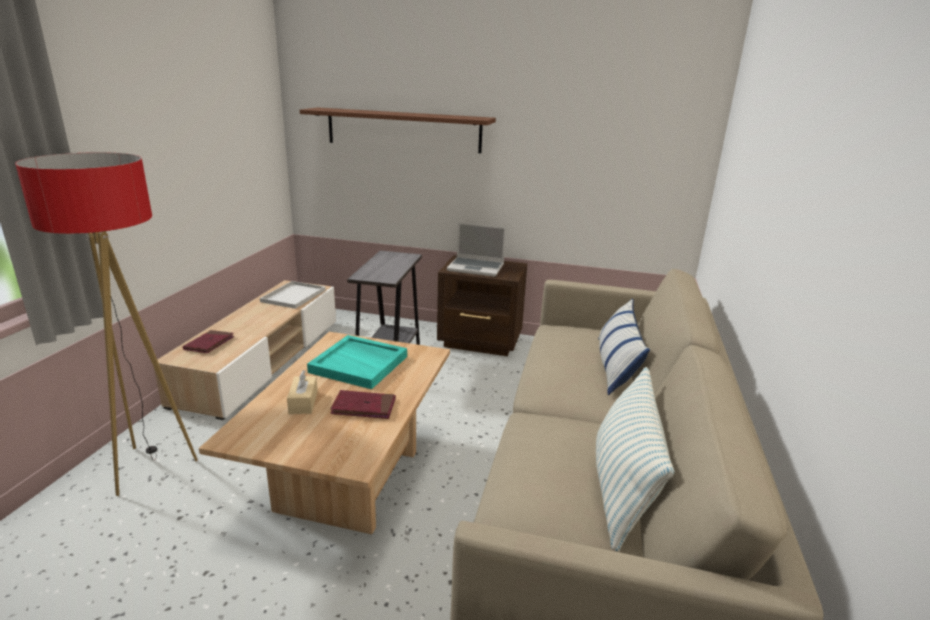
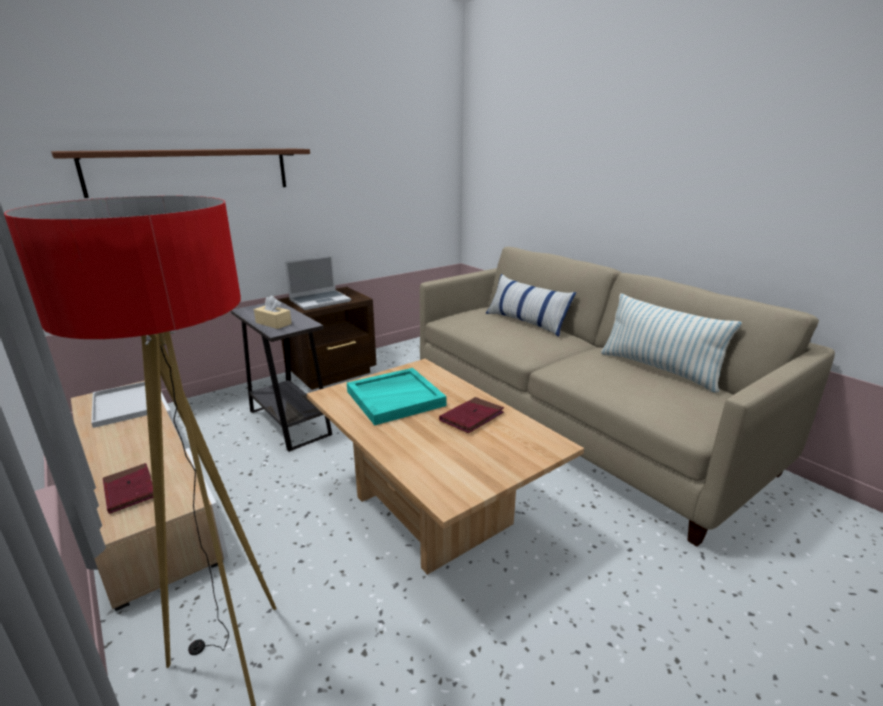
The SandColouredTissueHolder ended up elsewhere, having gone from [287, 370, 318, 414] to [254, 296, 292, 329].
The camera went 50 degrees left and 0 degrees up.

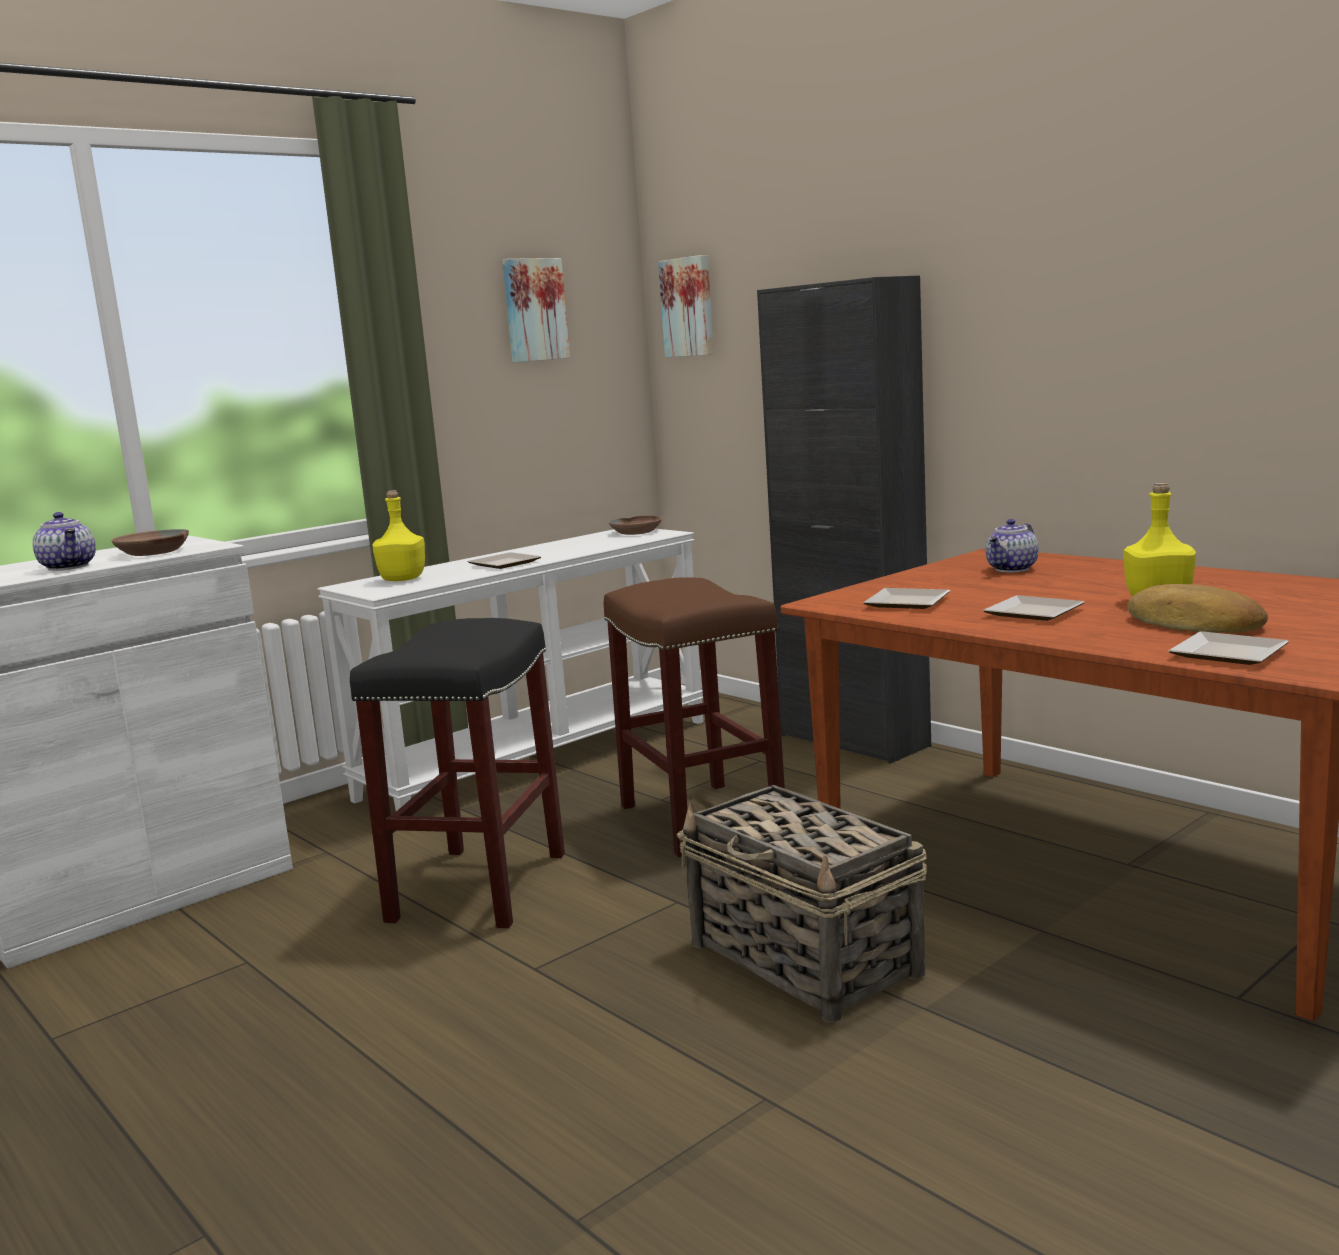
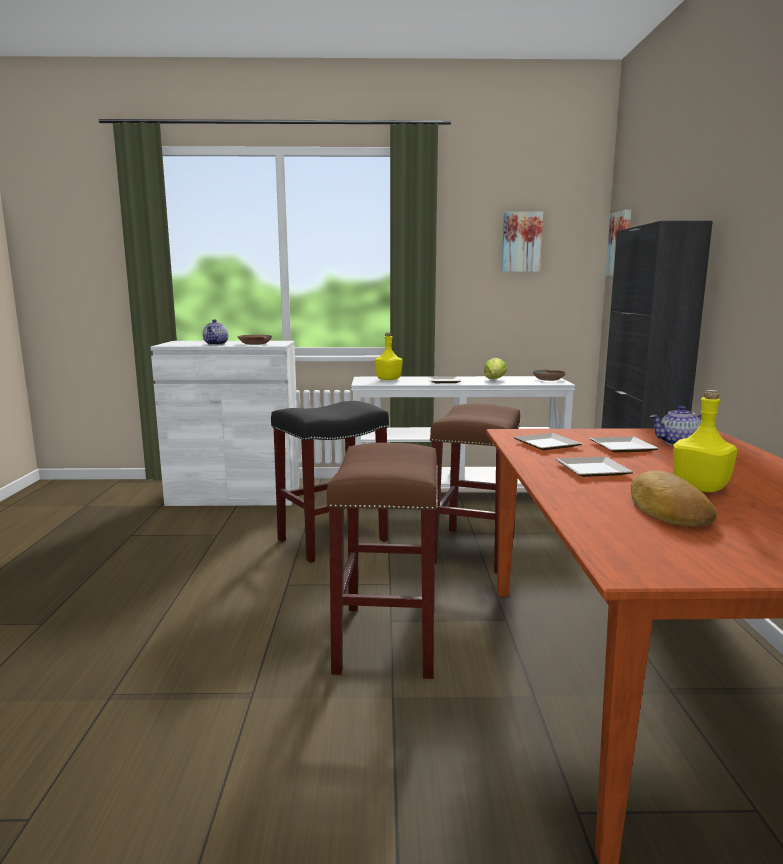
The Plate ended up elsewhere, having gone from [1168, 631, 1289, 665] to [589, 436, 659, 453].
Where the StorageBasket stood at [677, 785, 927, 1023], the BrownishSittingStool came to stand at [326, 443, 438, 679].
The second view gained the LettuceHead at [484, 358, 508, 379].
The camera went 40 degrees right and 0 degrees up.

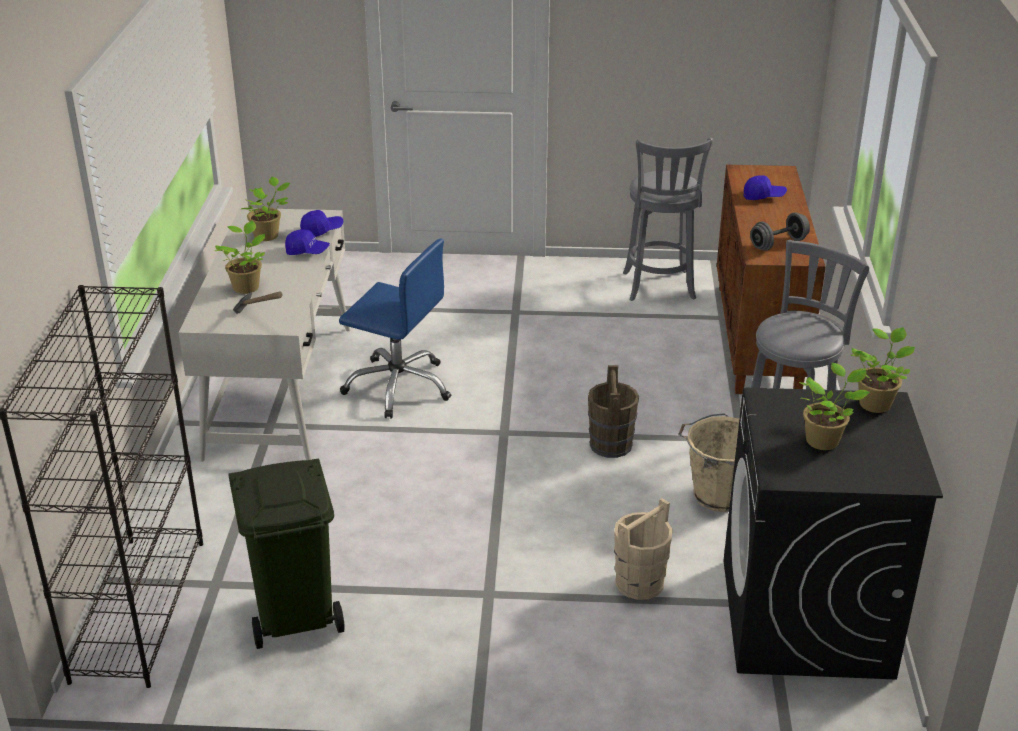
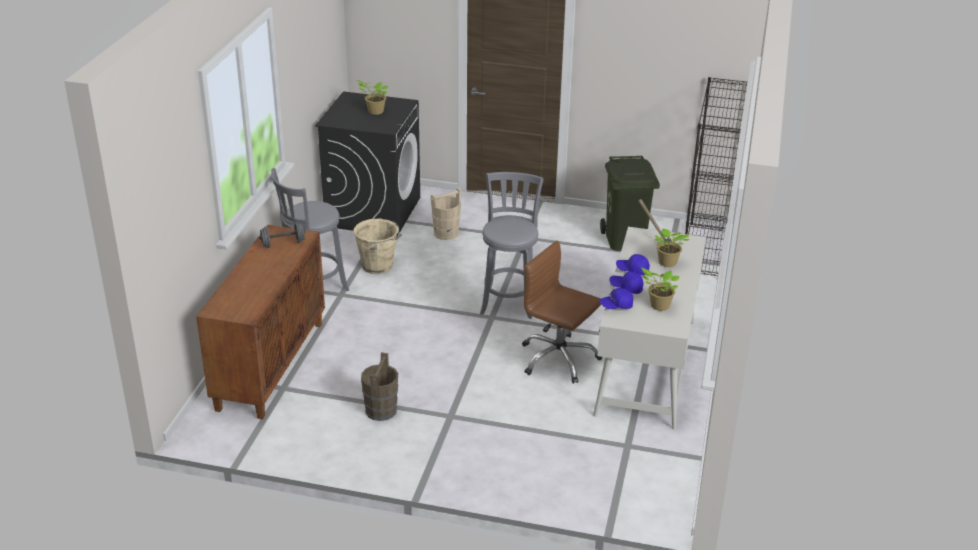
The GraySittingStool ended up elsewhere, having gone from [623, 137, 713, 301] to [480, 172, 544, 319].
The BlueColouredPeakedCap ended up elsewhere, having gone from [744, 175, 787, 200] to [616, 254, 650, 275].
What was the BlueColouredDeskChair at [339, 239, 451, 419] turned into the BrownishDeskChair at [522, 241, 602, 384].
The second view lost the PottedPlant at [851, 327, 915, 413].
The BrownishWaterBucket ended up elsewhere, having gone from [588, 365, 639, 458] to [361, 352, 398, 421].
The camera went 170 degrees left and 0 degrees up.

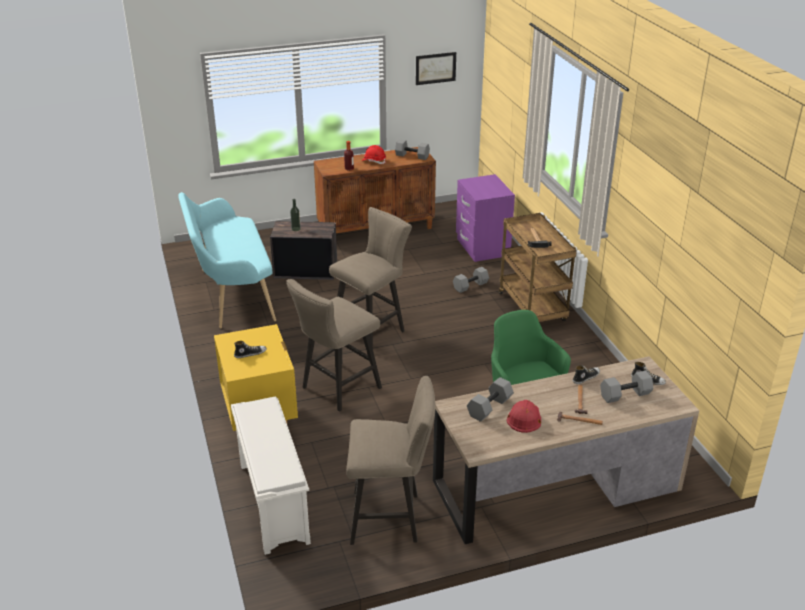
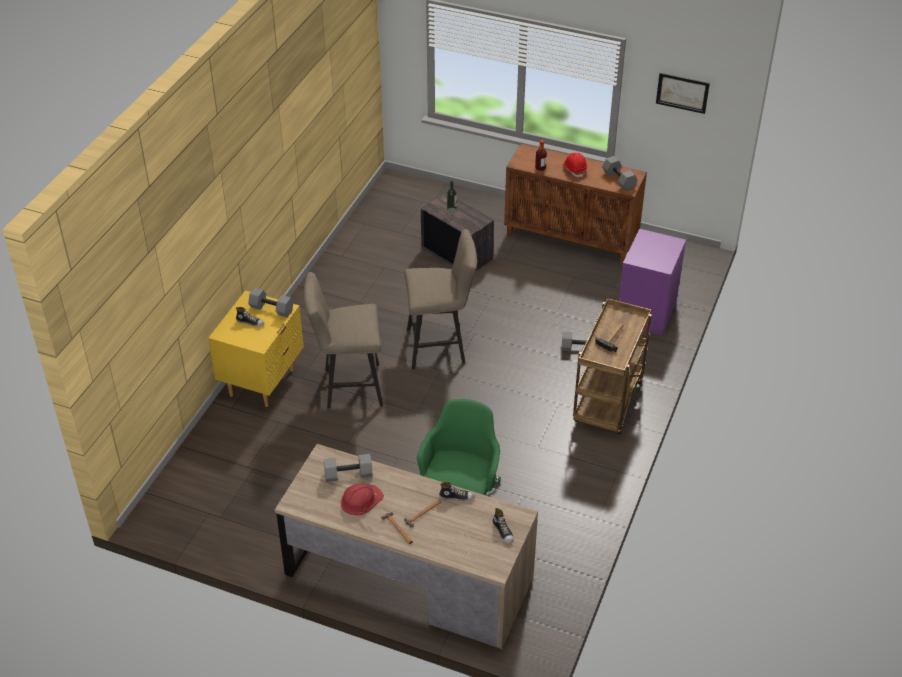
The second view lost the BlueGreenLongSeat at [178, 192, 276, 329].
The GrayFreeWeight ended up elsewhere, having gone from [600, 370, 653, 403] to [248, 288, 294, 317].
The second view lost the SandColouredSittingStool at [346, 376, 435, 545].
The second view lost the WhiteShoeShelf at [231, 397, 311, 555].
The camera went 40 degrees right and 10 degrees up.

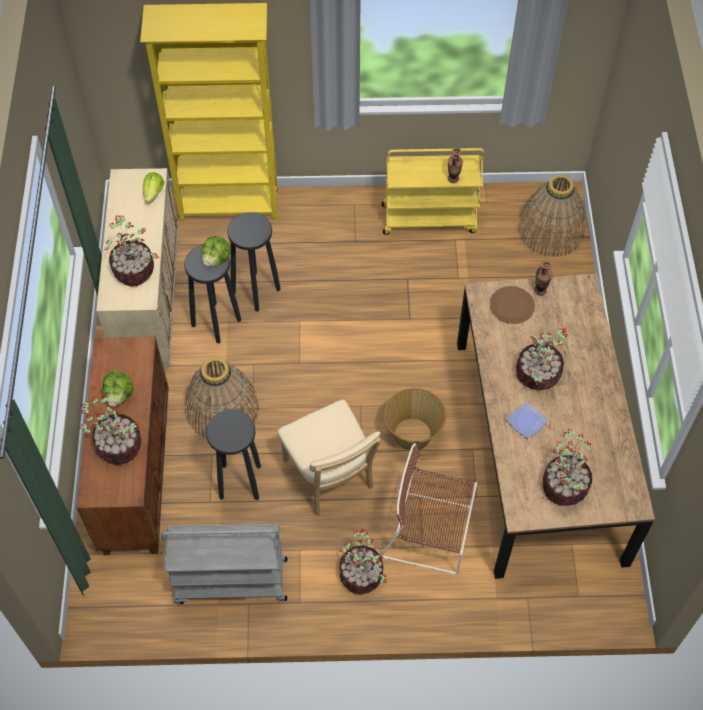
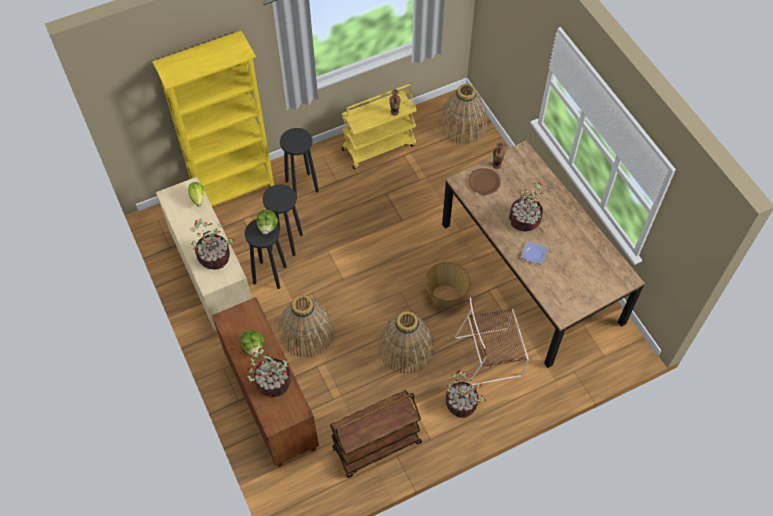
Where the SandColouredPlainChair stood at [278, 400, 382, 515], the StorageBasket came to stand at [379, 311, 434, 374].
The BlackSittingStool ended up elsewhere, having gone from [206, 409, 261, 500] to [280, 128, 319, 198].
The second view lost the PottedPlant at [543, 429, 592, 506].
What was the GrayWheeledCart at [161, 524, 287, 604] turned into the BrownishWheeledCart at [330, 390, 422, 478].
The camera went 25 degrees left and 0 degrees up.

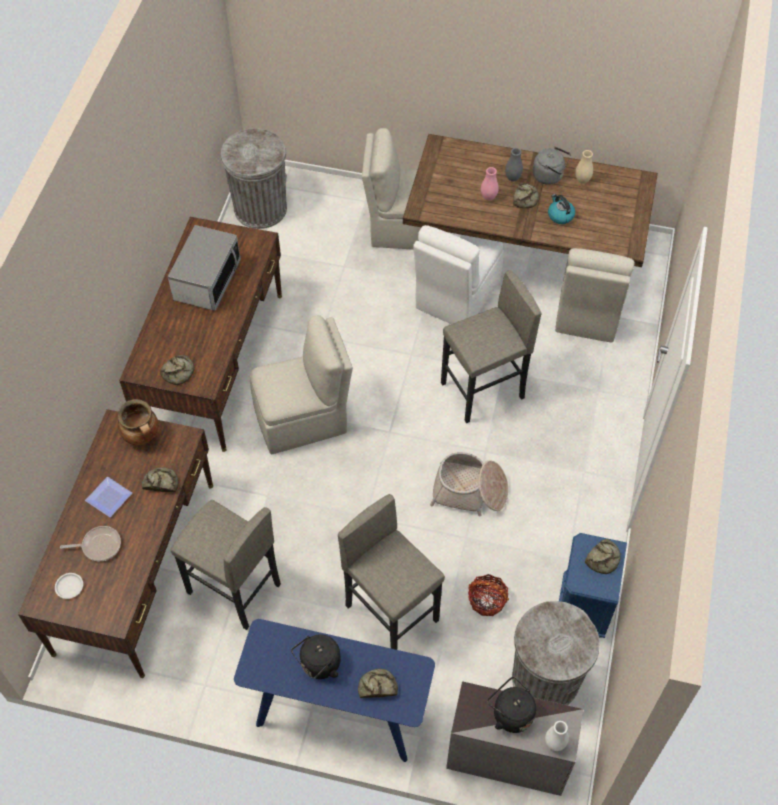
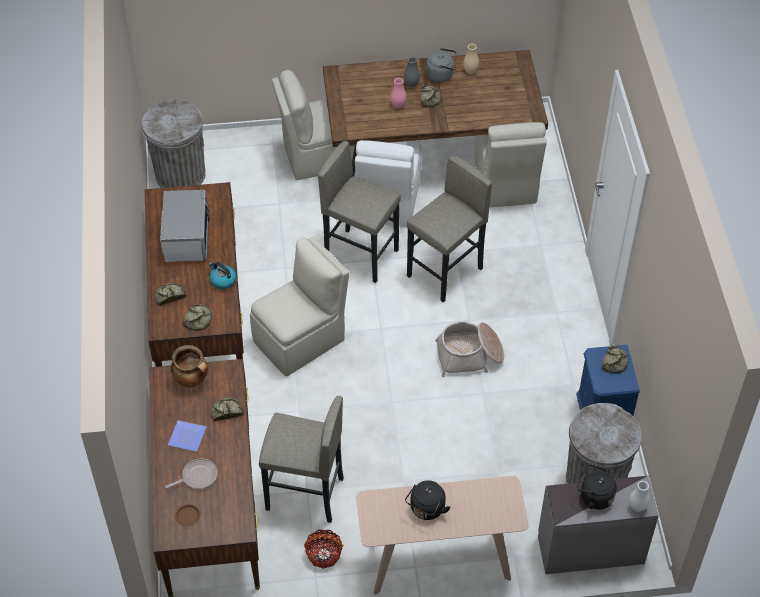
The TeaKettle ended up elsewhere, having gone from [548, 194, 575, 224] to [209, 262, 236, 289].
The GraySittingStool ended up elsewhere, having gone from [338, 494, 445, 650] to [318, 141, 401, 283].
What was the WhitePlate at [55, 573, 83, 599] turned into the BrownishPlate at [175, 504, 201, 527].
The StorageBasket ended up elsewhere, having gone from [468, 574, 509, 616] to [304, 529, 344, 569].
What was the BlueColouredConsoleTable at [234, 619, 435, 762] turned into the SandColouredConsoleTable at [356, 476, 528, 595].
The BakedBread ended up elsewhere, having gone from [358, 669, 398, 698] to [155, 283, 186, 306].
The camera went 20 degrees left and 5 degrees down.

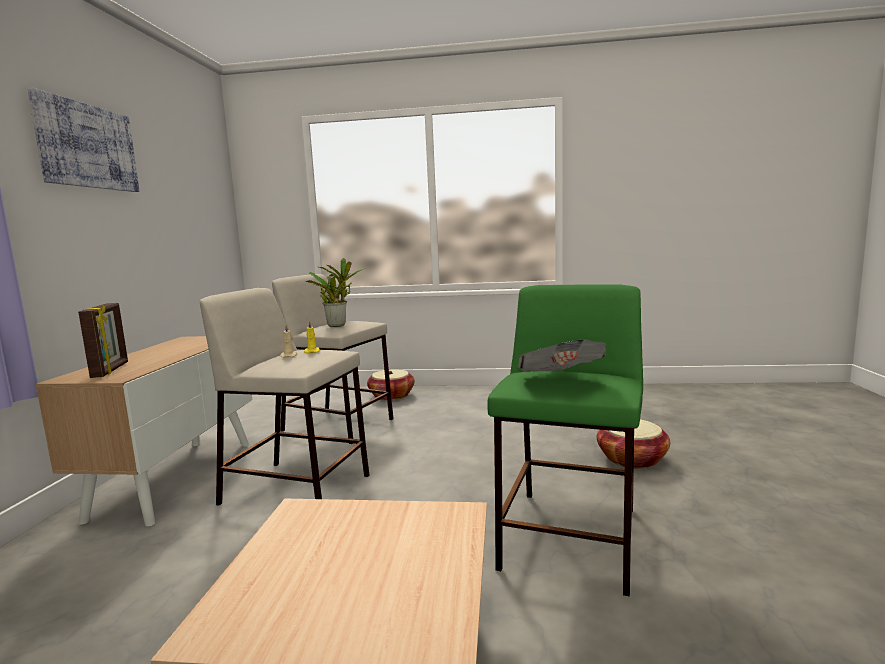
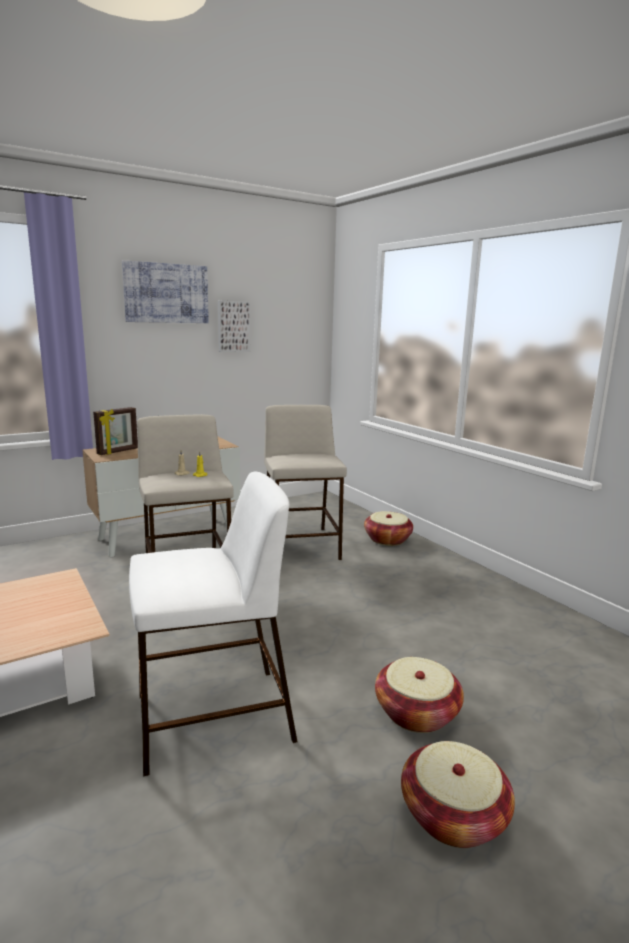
The second view lost the PottedPlant at [306, 258, 366, 327].
What was the GreenColouredSittingStool at [488, 284, 643, 596] turned into the WhiteSittingStool at [129, 472, 297, 776].
The second view lost the DailyPaper at [518, 339, 606, 372].
The second view gained the WallPicture at [218, 301, 250, 352].
The second view gained the StorageBasket at [401, 741, 515, 848].
The camera went 50 degrees right and 5 degrees up.

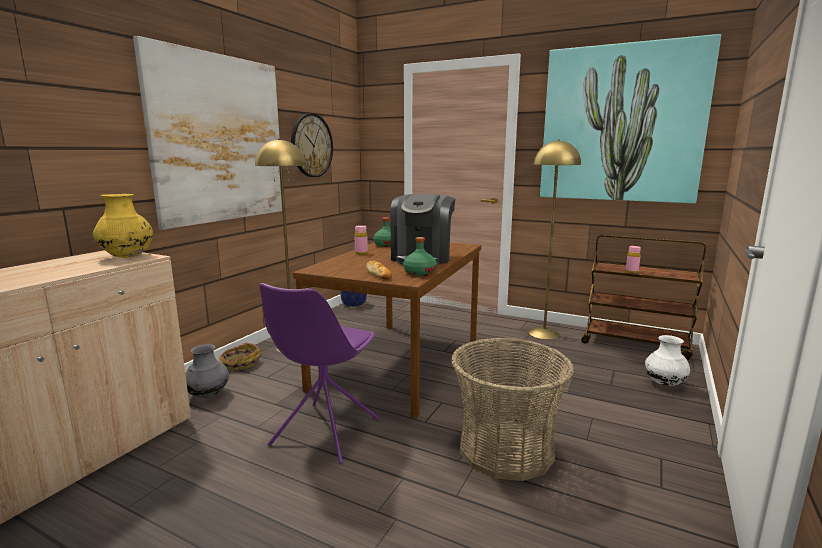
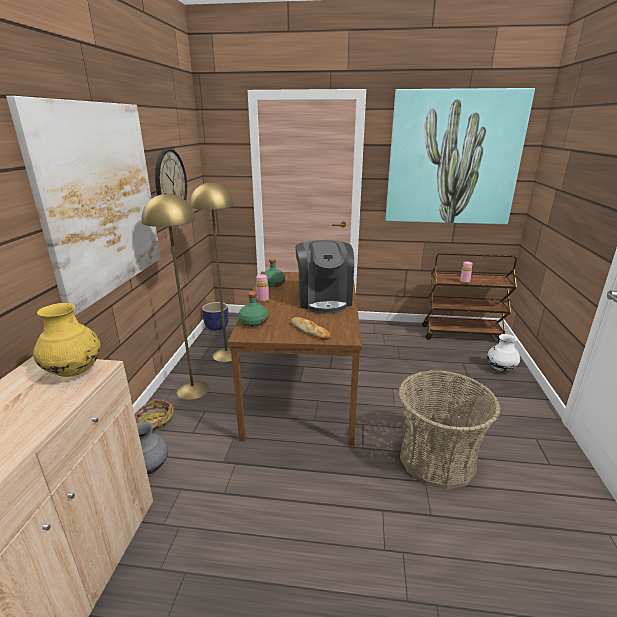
The YellowColouredStandardLamp ended up elsewhere, having gone from [529, 139, 581, 339] to [190, 181, 240, 362].
The GreenColouredBeverageBottle ended up elsewhere, having gone from [403, 237, 437, 276] to [238, 291, 269, 327].
The second view lost the PurpleColouredPlainChair at [260, 283, 379, 464].
The camera went 20 degrees left and 10 degrees up.

